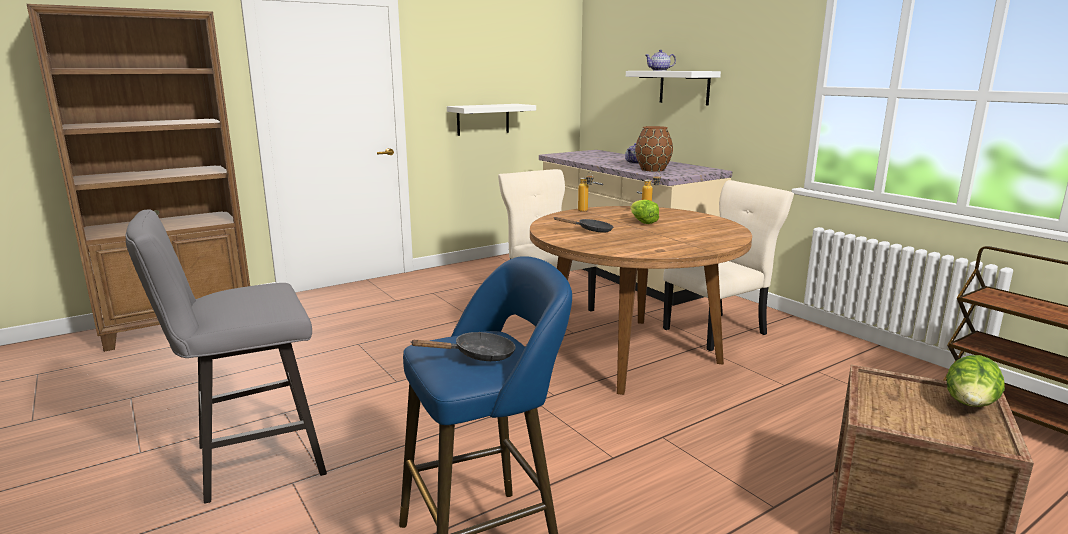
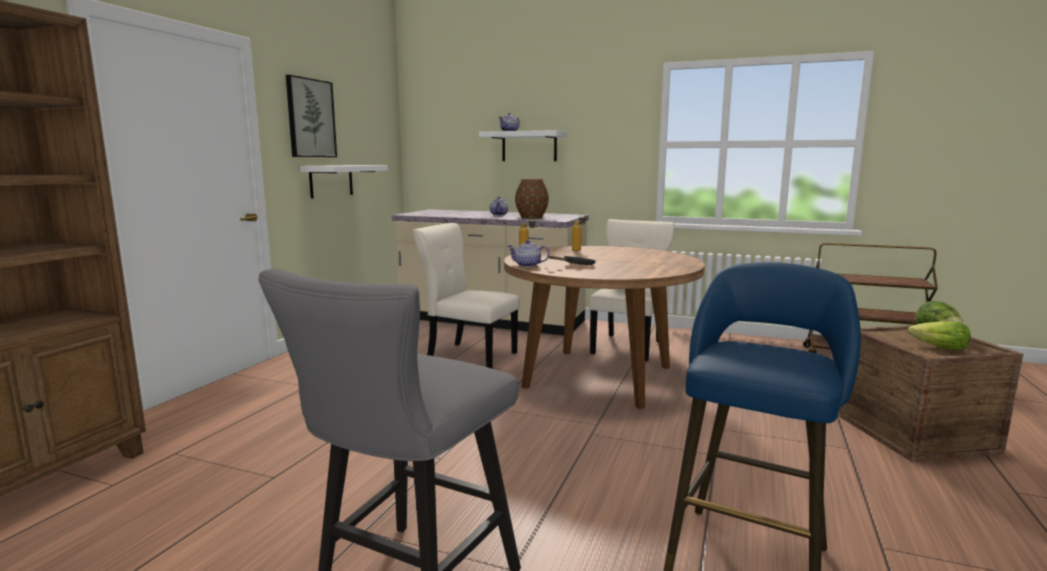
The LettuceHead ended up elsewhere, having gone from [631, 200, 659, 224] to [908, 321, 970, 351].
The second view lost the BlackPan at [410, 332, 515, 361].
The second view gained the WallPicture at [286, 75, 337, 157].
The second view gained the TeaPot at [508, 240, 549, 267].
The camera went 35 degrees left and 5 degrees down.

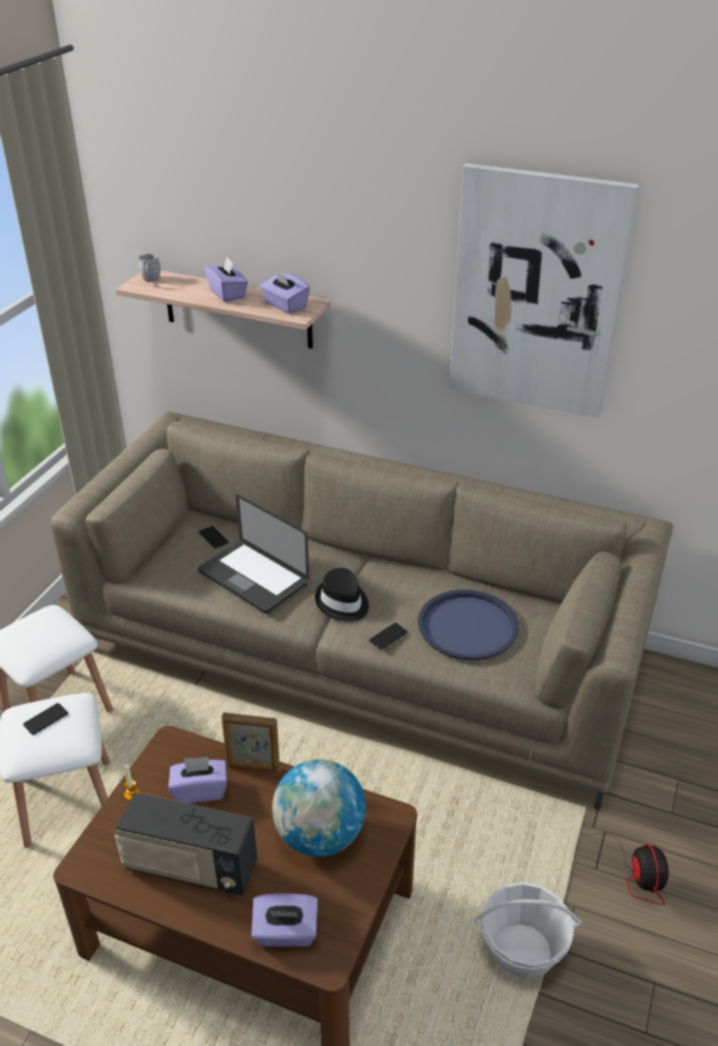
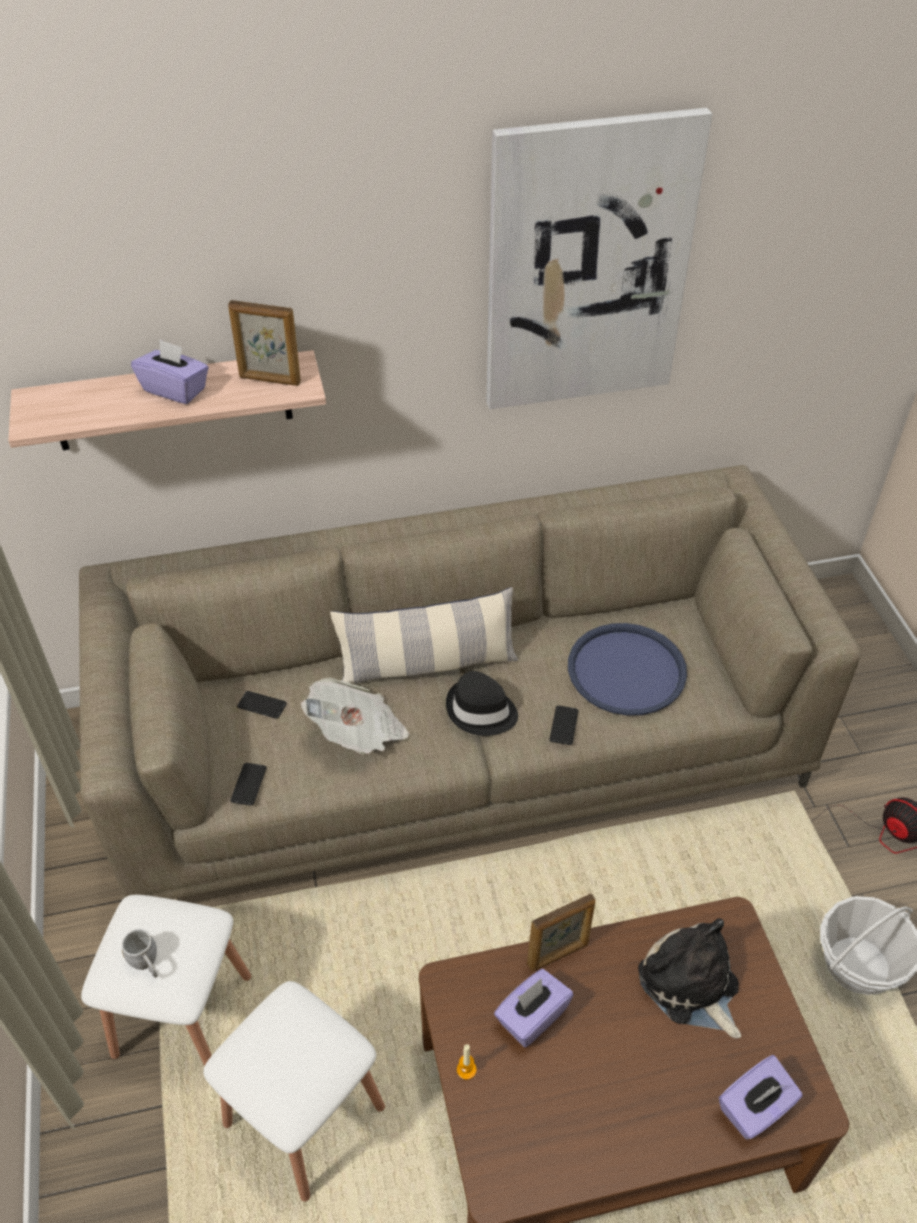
The GrayMug ended up elsewhere, having gone from [139, 253, 161, 283] to [122, 929, 158, 978].
Where the PurpleColouredTissueHolder stood at [260, 270, 310, 314], the PictureFrame came to stand at [228, 300, 301, 386].
Where the Laptop stood at [198, 494, 309, 613], the DailyPaper came to stand at [301, 677, 409, 755].
The Phone ended up elsewhere, having gone from [23, 703, 68, 735] to [230, 763, 266, 805].
Where the Globe stood at [272, 759, 366, 857], the CuddlyToy came to stand at [638, 918, 741, 1038].
The second view lost the RadioReceiver at [115, 792, 258, 895].
The second view gained the ThrowPillow at [330, 587, 518, 685].
The camera went 35 degrees left and 10 degrees up.

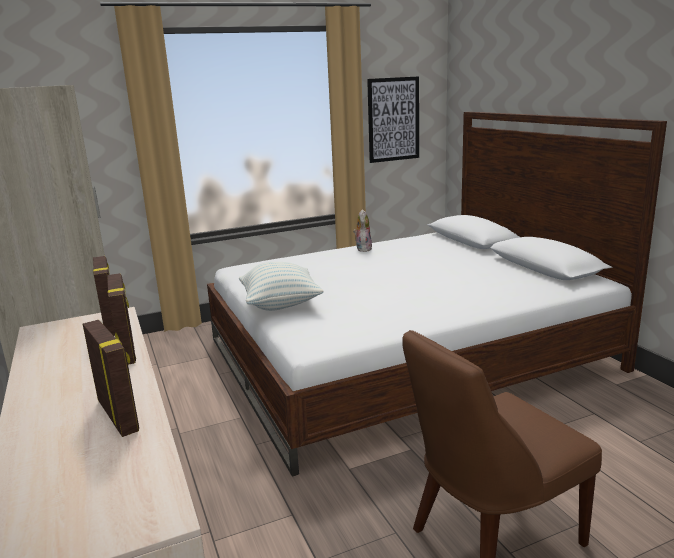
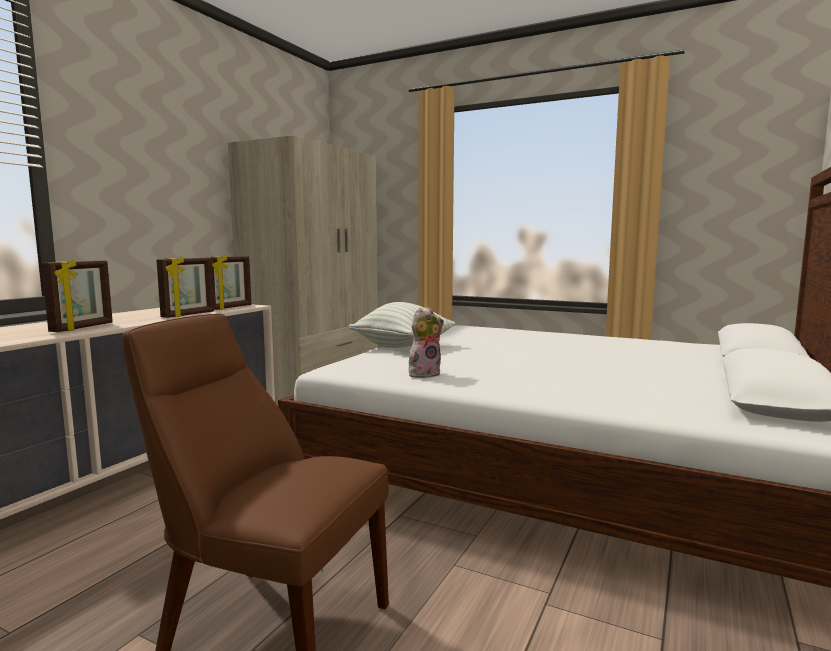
The second view lost the WallPicture at [367, 76, 419, 163].
The CuddlyToy ended up elsewhere, having gone from [353, 209, 372, 252] to [409, 307, 444, 379].
The camera went 50 degrees right and 10 degrees down.

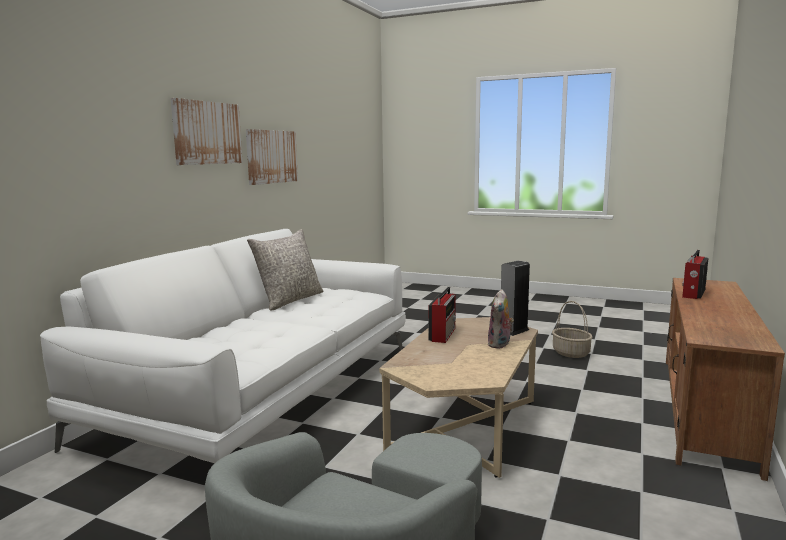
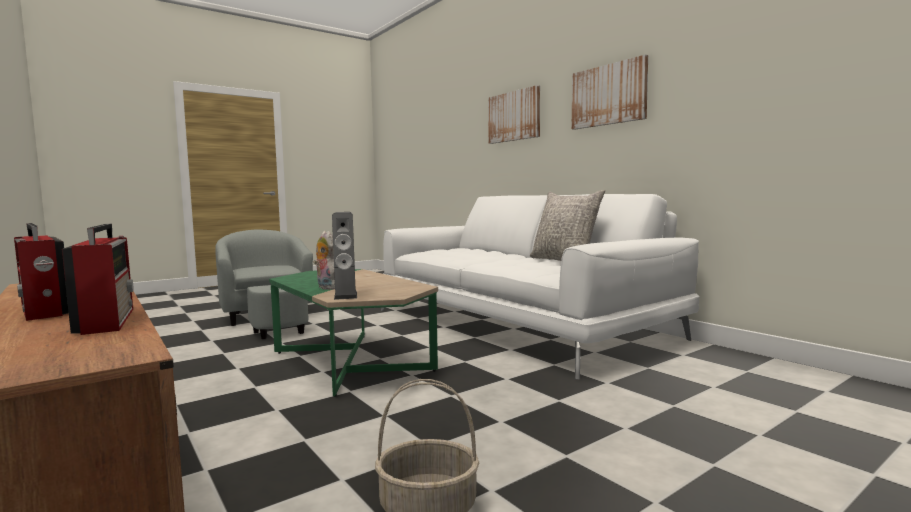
The WallPicture ended up elsewhere, having gone from [246, 129, 298, 185] to [488, 85, 540, 144].
The RadioReceiver ended up elsewhere, having gone from [429, 287, 456, 343] to [14, 223, 69, 321].
What was the SandColouredLoungeTable at [379, 317, 538, 478] turned into the GreenColouredLoungeTable at [269, 269, 438, 397].
The camera went 120 degrees right and 5 degrees down.

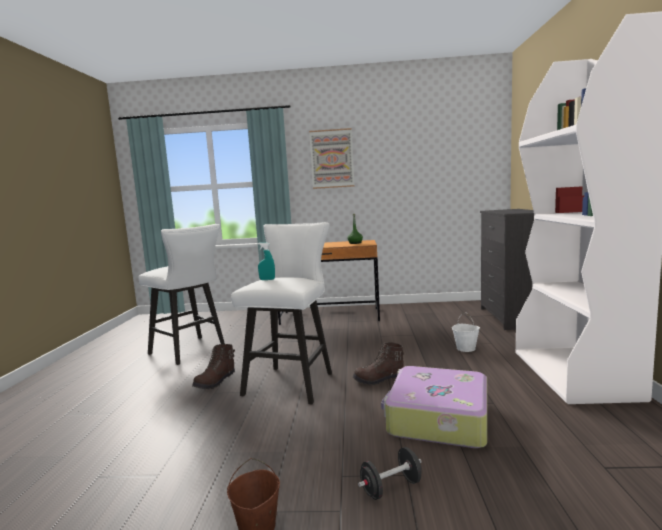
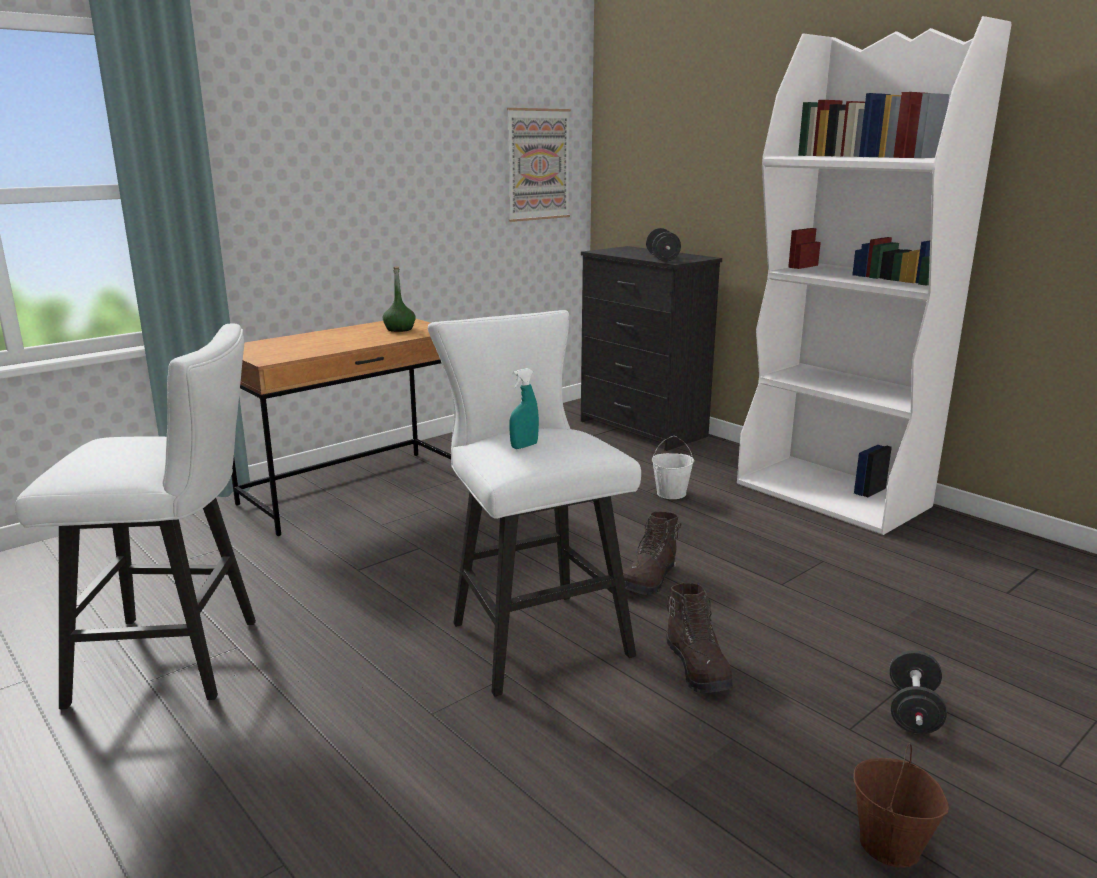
The WallPicture ended up elsewhere, having gone from [309, 128, 355, 189] to [507, 108, 571, 222].
The BrownishHighTopBoot ended up elsewhere, having gone from [193, 344, 235, 389] to [666, 583, 733, 693].
The second view lost the PieceOfLuggage at [381, 366, 487, 448].
The second view gained the BlackFreeWeight at [646, 228, 681, 261].
The camera went 45 degrees left and 10 degrees up.

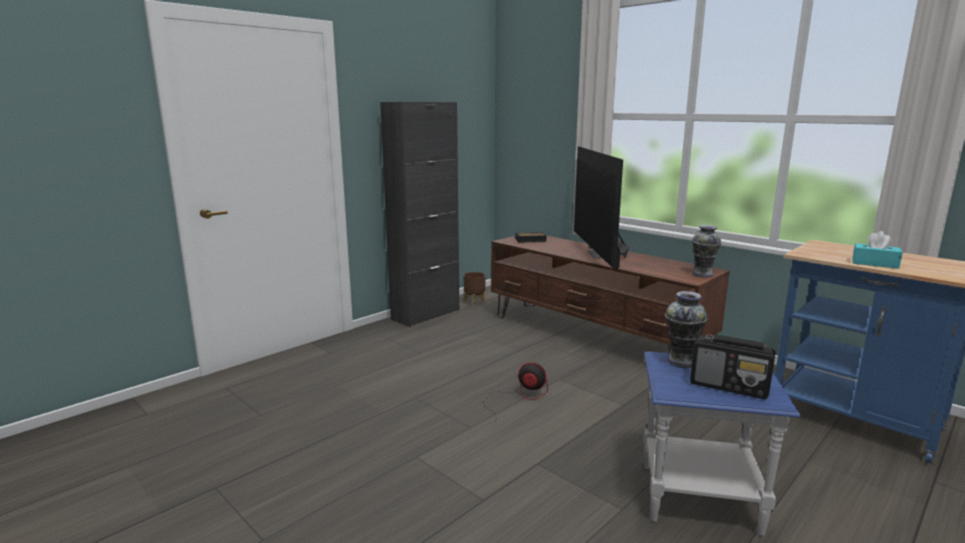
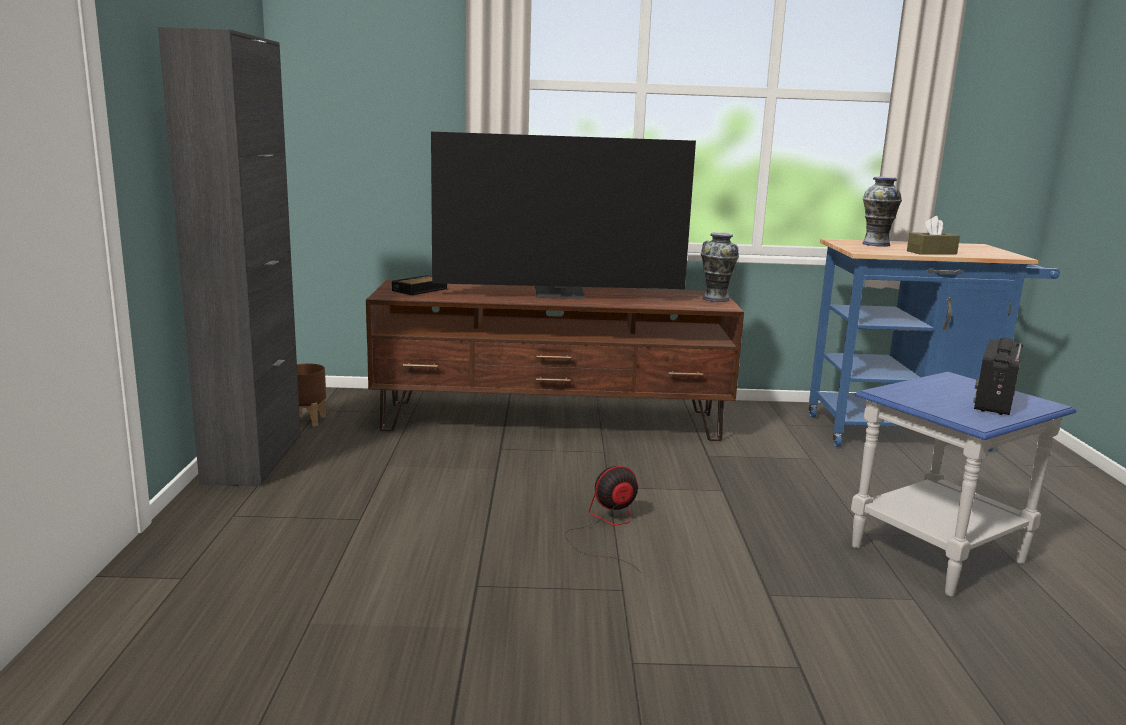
The Television at [574, 146, 629, 269] ended up facing another way, 45 degrees counterclockwise from before.
What was the BlueGreenTissueHolder at [852, 231, 903, 269] turned into the BrownishTissueHolder at [907, 216, 960, 255].
The Vase ended up elsewhere, having gone from [665, 291, 708, 368] to [862, 177, 902, 247].
The RadioReceiver at [690, 334, 775, 399] ended up facing another way, 135 degrees clockwise from before.
The camera went 45 degrees left and 0 degrees up.

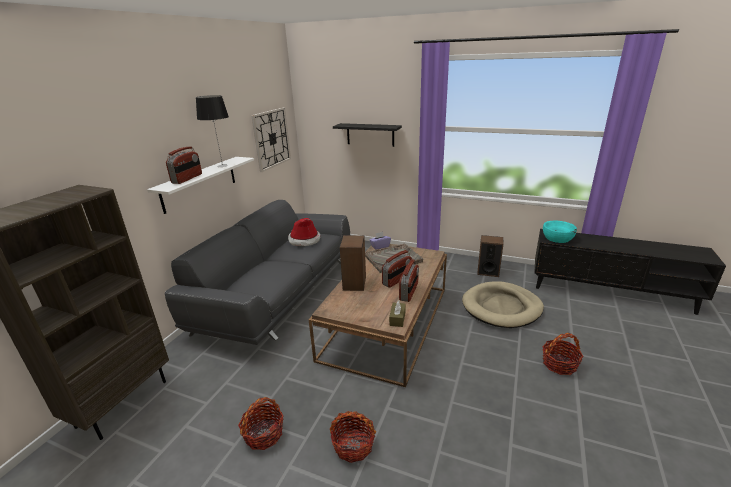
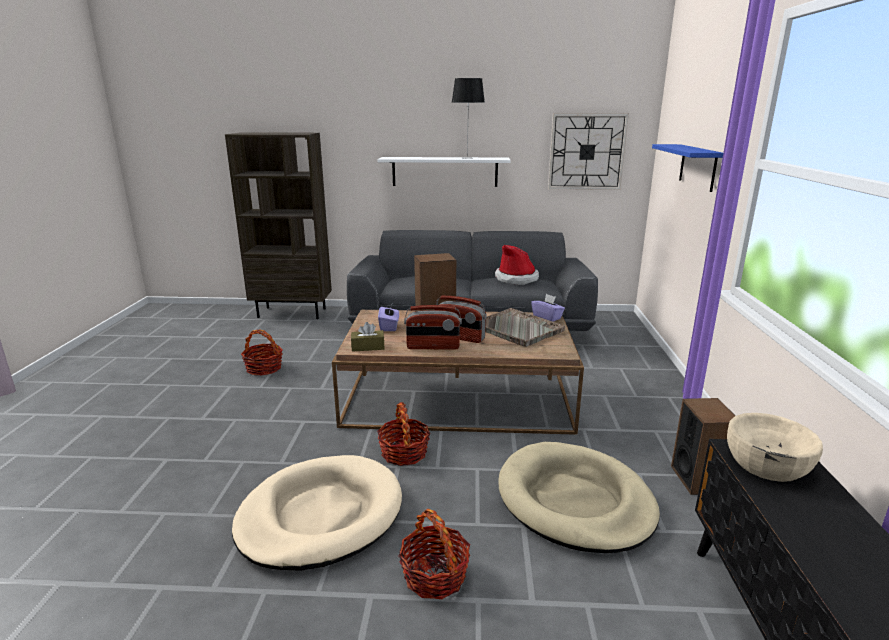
What was the BlackBracketShelf at [333, 123, 402, 147] turned into the BlueColouredBracketShelf at [652, 144, 723, 192].
The second view lost the RadioReceiver at [166, 146, 202, 184].
What was the BlueGreenDeepDish at [543, 220, 577, 243] turned into the SandColouredDeepDish at [727, 413, 823, 482].
The StorageBasket ended up elsewhere, having gone from [330, 411, 376, 463] to [377, 402, 430, 466].
The second view gained the PurpleColouredTissueHolder at [378, 305, 399, 331].
The second view gained the SandColouredDogBed at [232, 455, 402, 571].
The camera went 70 degrees right and 5 degrees down.

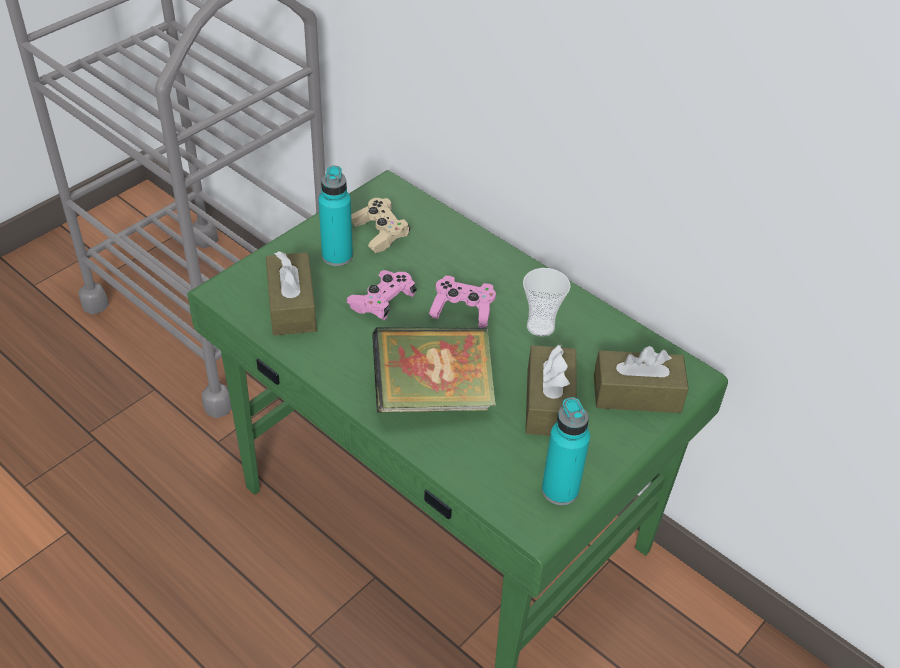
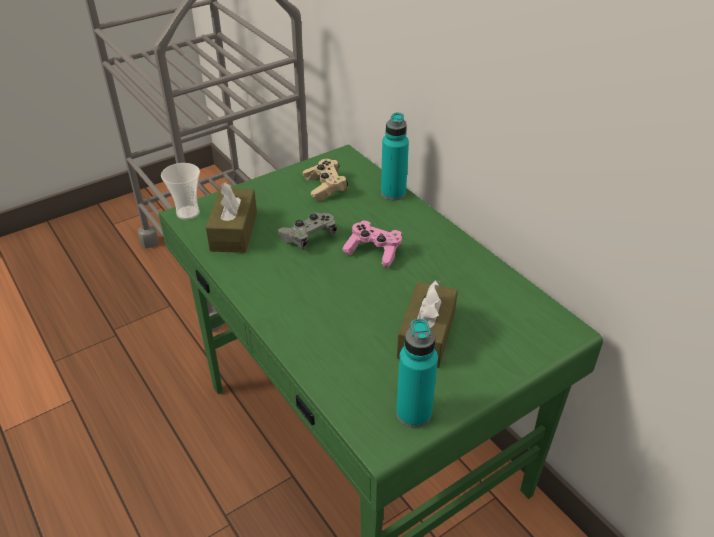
The BlueGreenBeverageBottle ended up elsewhere, having gone from [318, 166, 353, 266] to [381, 113, 409, 200].
The SmallCup ended up elsewhere, having gone from [523, 268, 571, 337] to [161, 163, 200, 220].
What was the PinkGamepad at [347, 270, 417, 321] turned into the GrayGamepad at [277, 212, 337, 250].
The second view lost the Volume at [372, 327, 496, 413].
The second view lost the BrownishTissueHolder at [594, 346, 689, 413].
The camera went 15 degrees right and 5 degrees down.

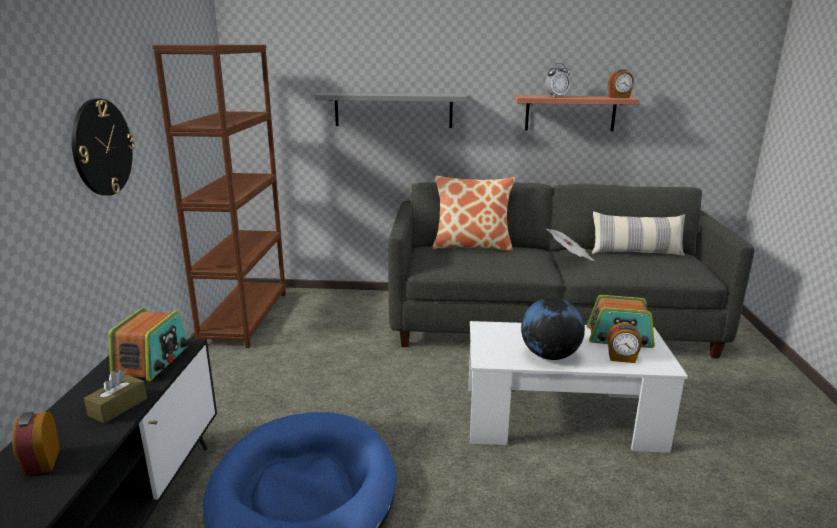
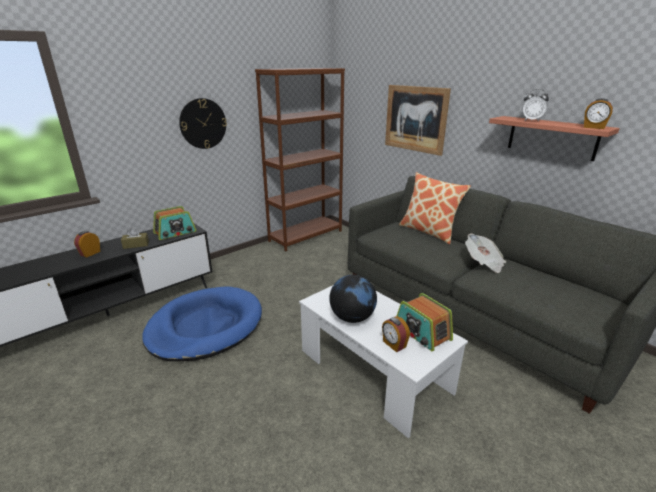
Where the GrayBracketShelf hung at [314, 92, 466, 128], the WallPicture came to hang at [385, 85, 451, 156].
The second view lost the ThrowPillow at [592, 211, 685, 256].
The camera went 45 degrees right and 5 degrees up.

